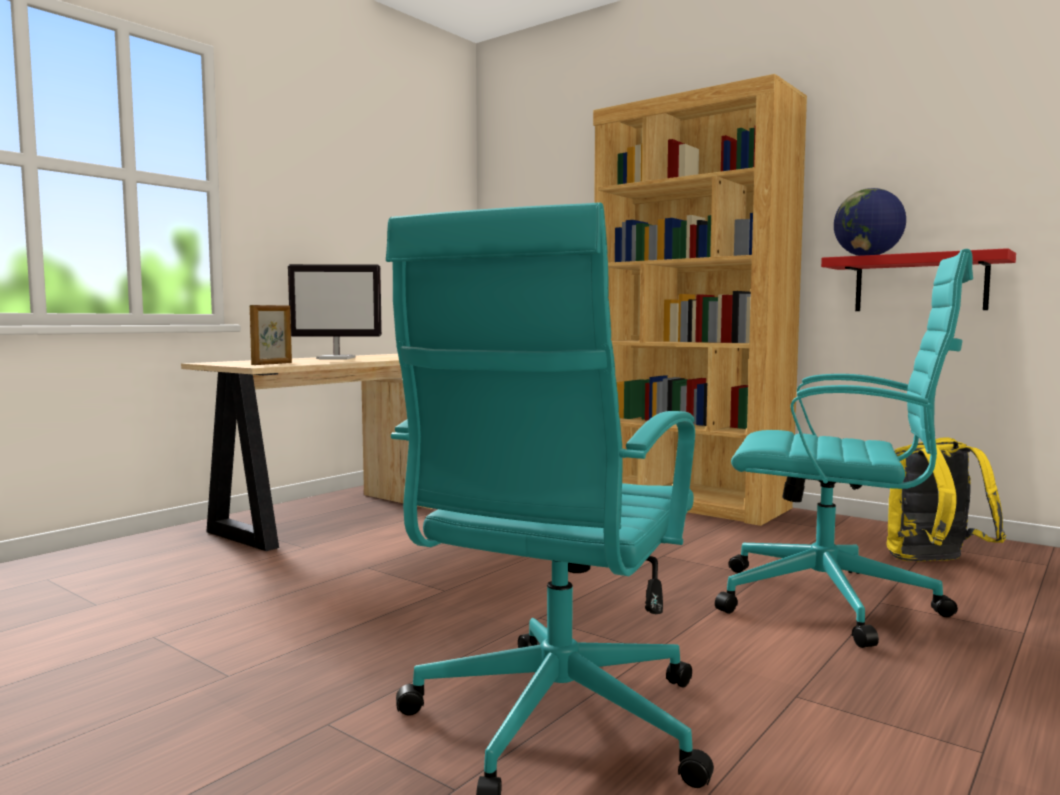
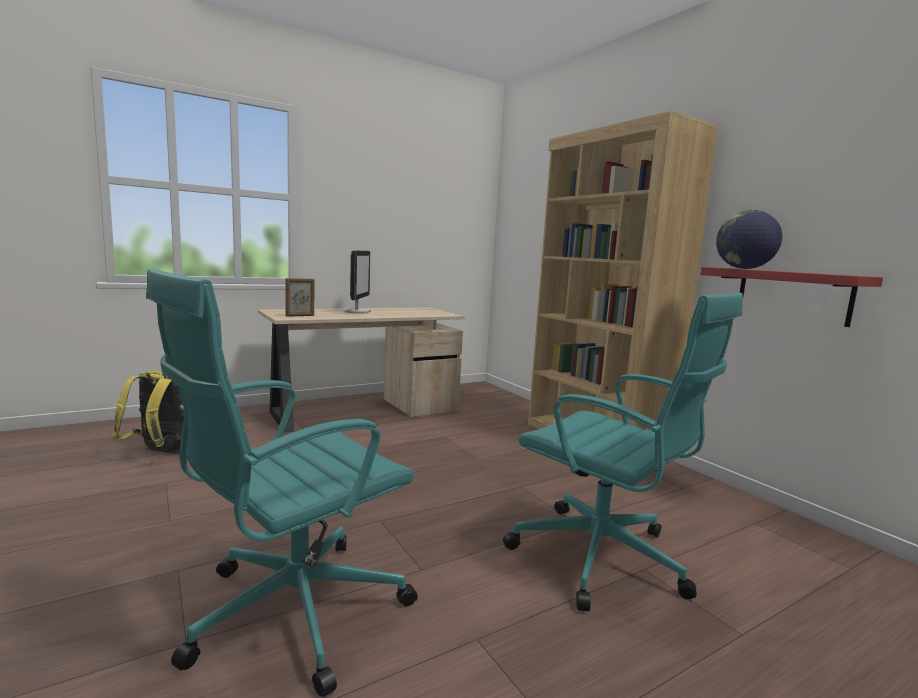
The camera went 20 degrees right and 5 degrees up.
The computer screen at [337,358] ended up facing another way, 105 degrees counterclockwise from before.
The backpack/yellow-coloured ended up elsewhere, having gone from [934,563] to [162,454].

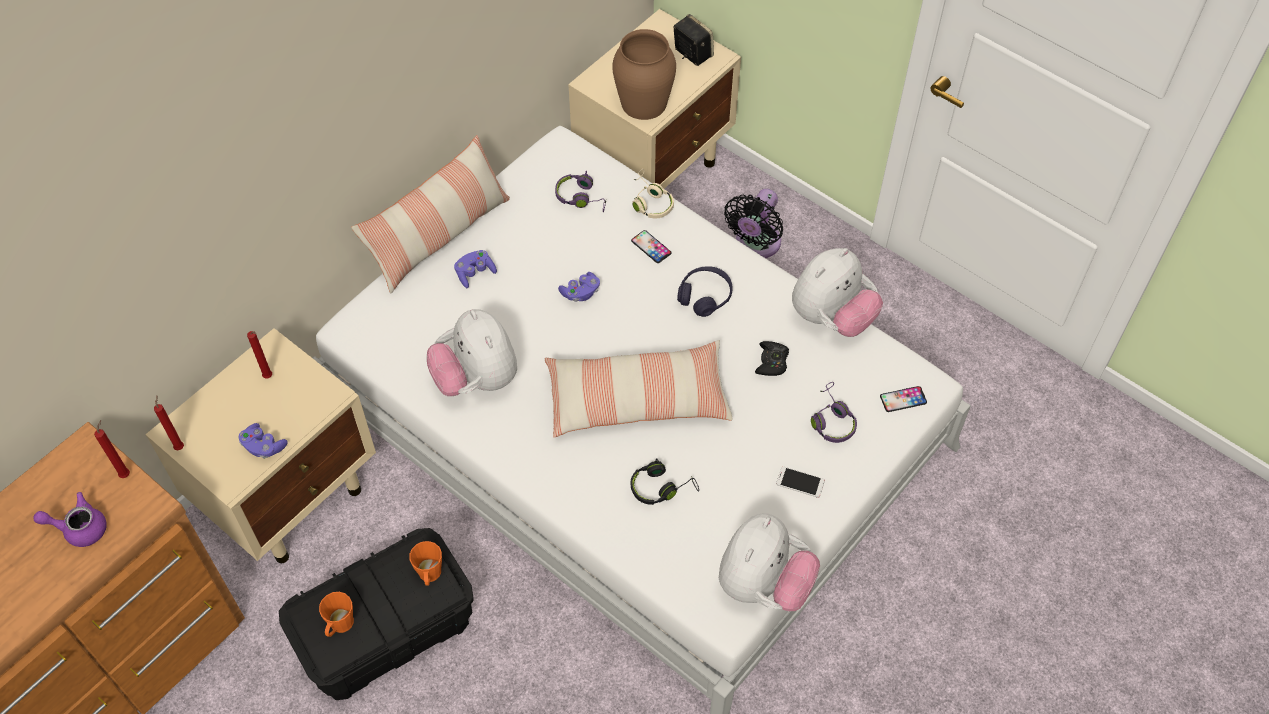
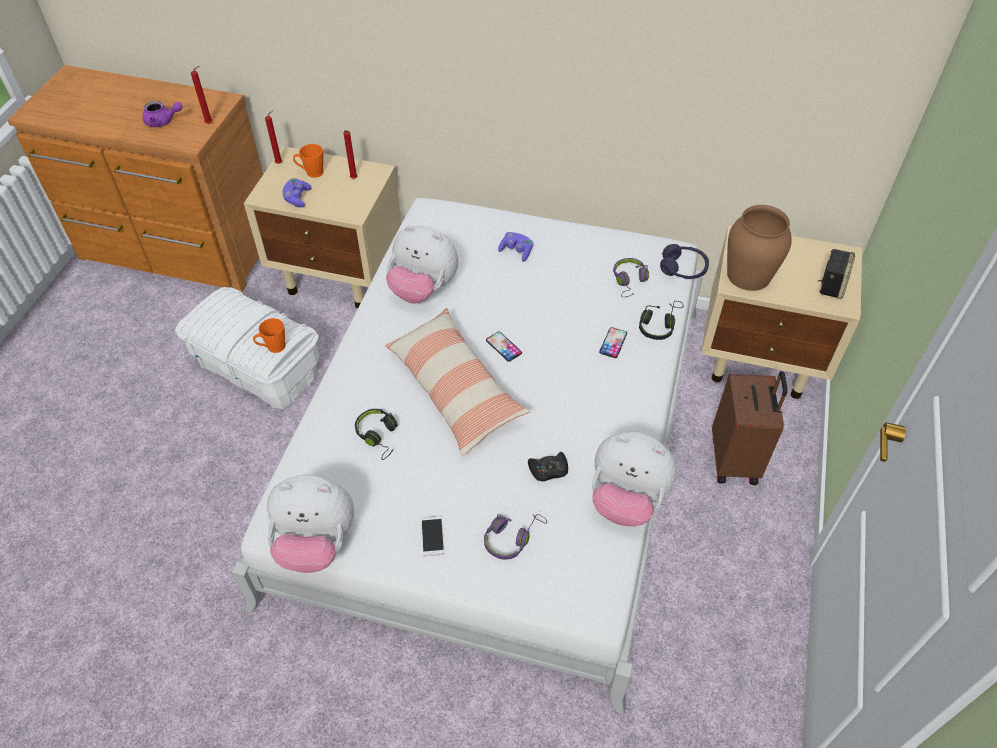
The camera went 65 degrees right and 5 degrees down.
The second view lost the throw pillow at [439,236].
What was the pair of headphones/beige-coloured at [650,201] turned into the pair of headphones/black-coloured at [659,325].
Where the cooling fan/black-coloured stood at [755,244], the suitcase/brown-coloured came to stand at [735,460].
The pair of headphones/purple ended up elsewhere, having gone from [705,296] to [683,268].
The second view lost the joypad/purple at [580,293].
The soft toy at [477,379] ended up facing another way, 105 degrees counterclockwise from before.
The telephone ended up elsewhere, having gone from [903,399] to [503,346].
The teapot/purple at [79,528] ended up facing another way, 120 degrees clockwise from before.
What was the storage box/black-coloured at [386,632] turned into the storage box/white at [258,367].
The tea mug/orange-coloured ended up elsewhere, having gone from [340,626] to [311,172].

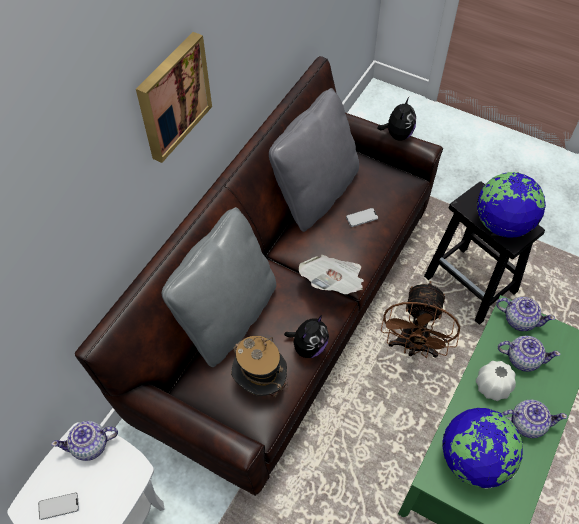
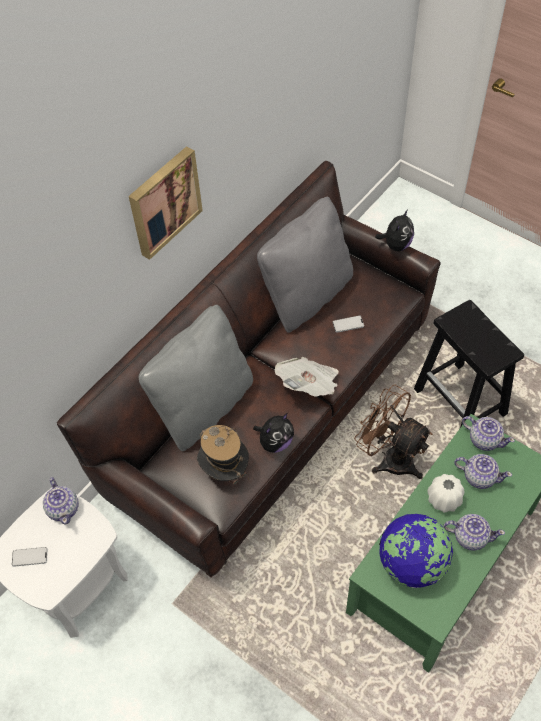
The camera went 10 degrees right and 0 degrees up.
The second view lost the world globe at [502,224].
The cooling fan/brown-coloured at [413,347] ended up facing another way, 105 degrees clockwise from before.
The teapot at [91,446] ended up facing another way, 105 degrees counterclockwise from before.

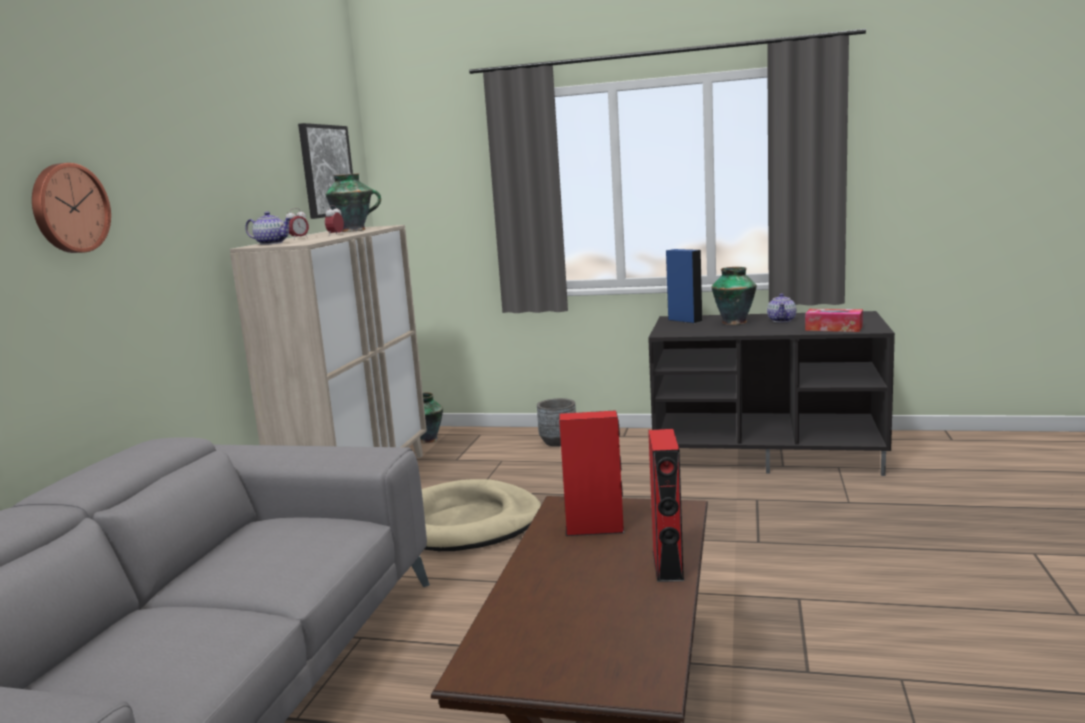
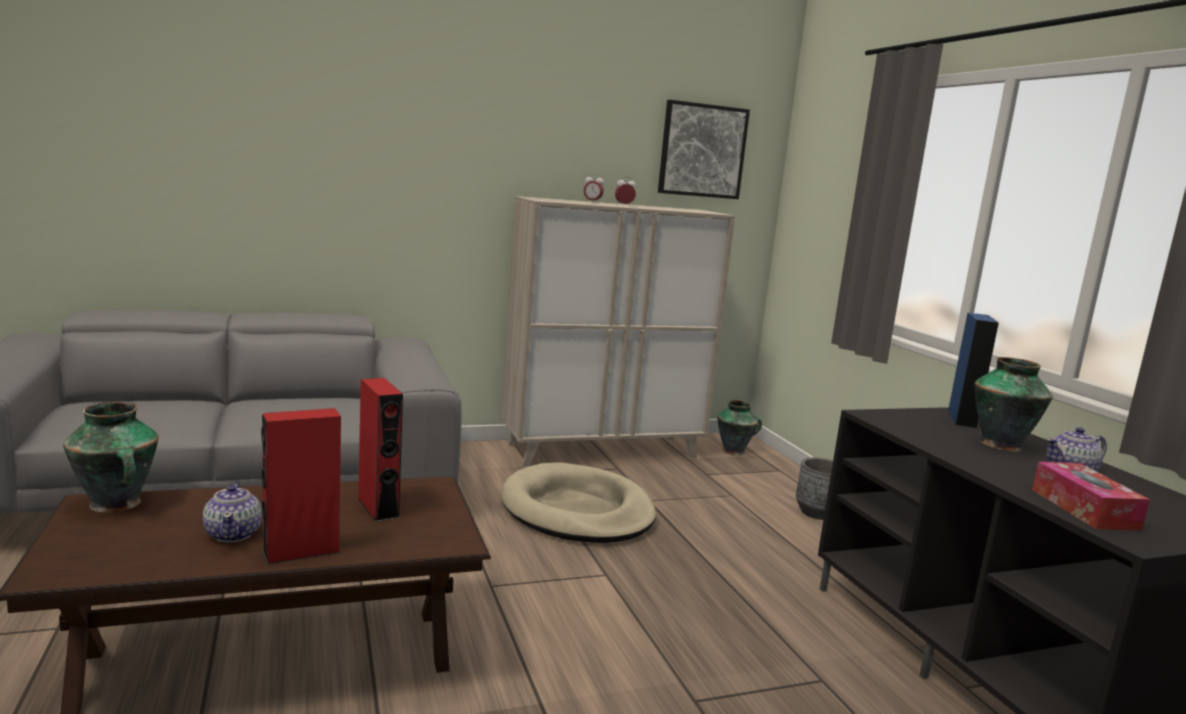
The camera went 55 degrees right and 0 degrees up.
The second view lost the hanging clock at [68,208].
The decorative vase ended up elsewhere, having gone from [354,230] to [116,505].
The teapot ended up elsewhere, having gone from [271,243] to [233,534].

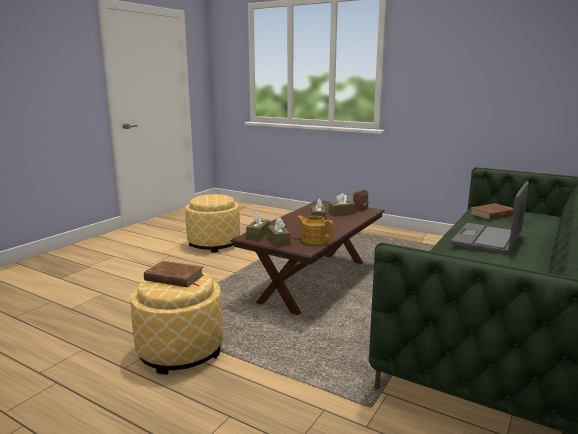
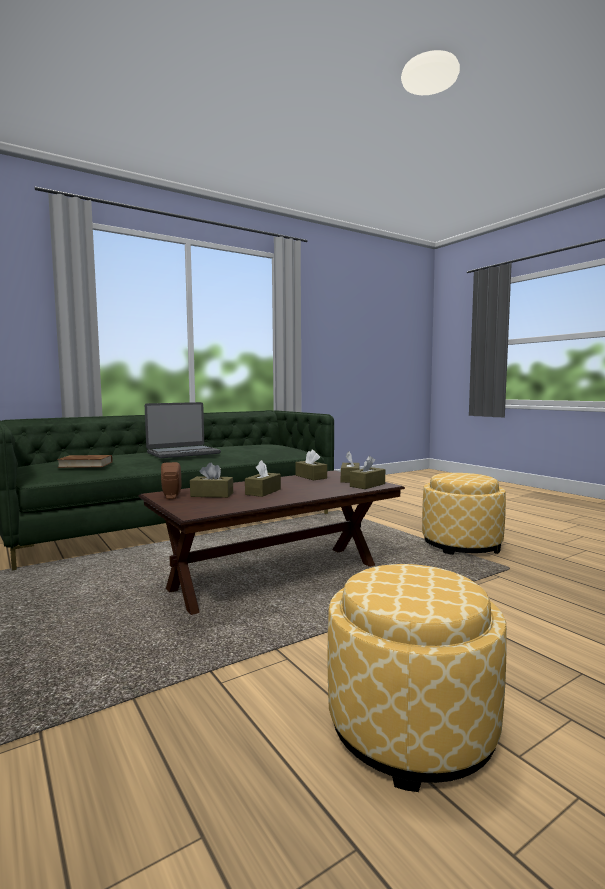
The camera went 155 degrees left and 10 degrees down.
Where the teapot stood at [314,240], the tissue box/brown-coloured came to stand at [311,477].
The second view lost the volume/brown-coloured at [174,278].

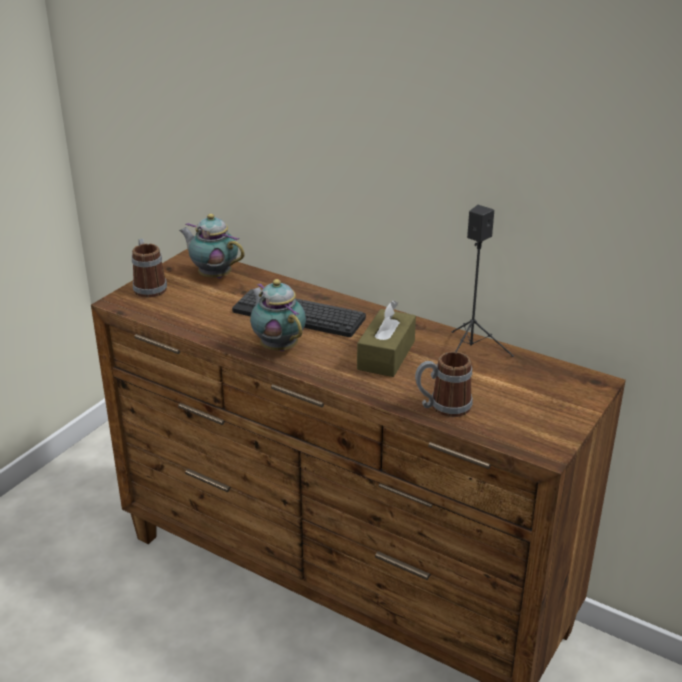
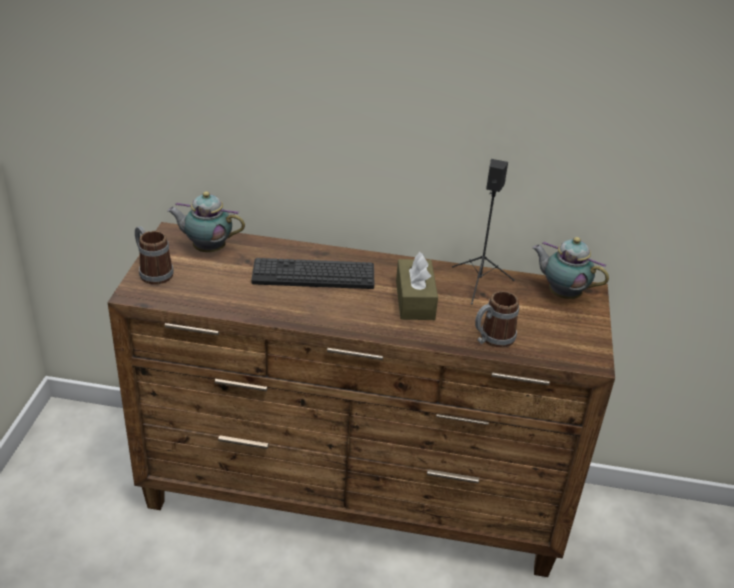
The camera went 25 degrees left and 5 degrees up.
The teapot ended up elsewhere, having gone from [278,346] to [562,294].

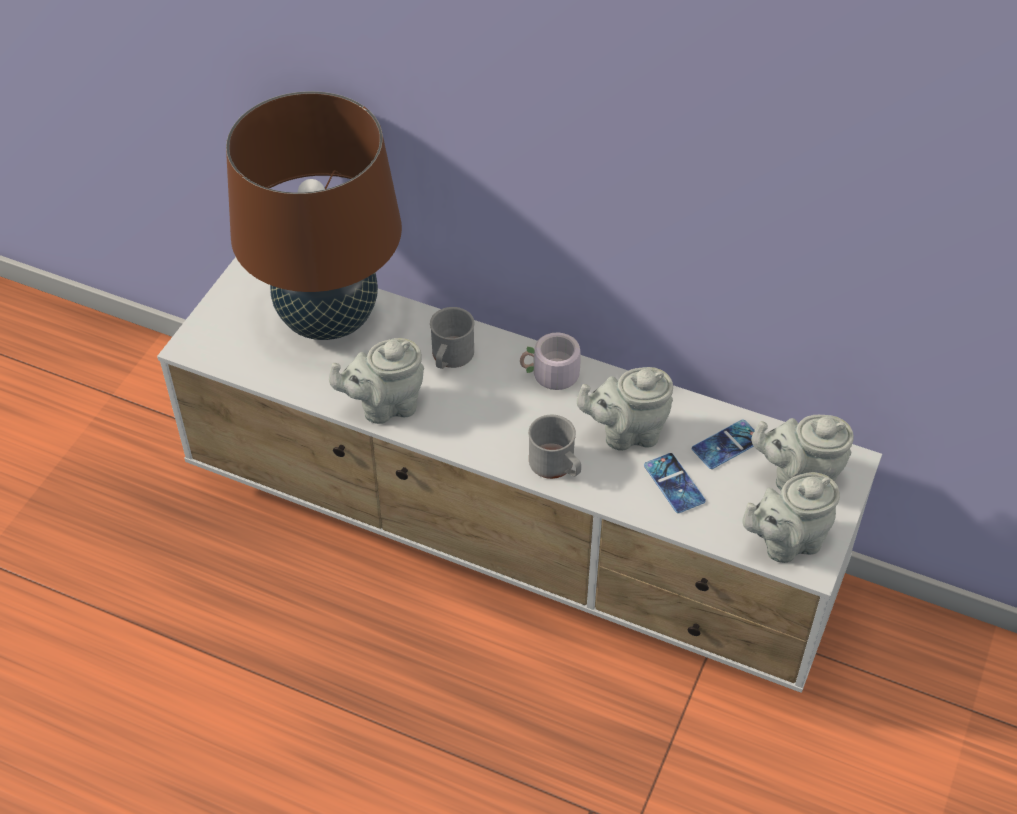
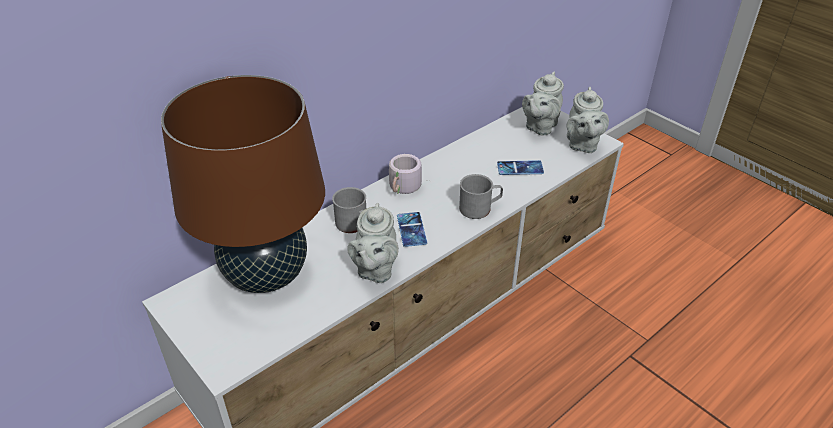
The camera went 65 degrees left and 10 degrees down.
The second view lost the teapot/gray at [626,433].
The telephone ended up elsewhere, having gone from [727,445] to [411,229].

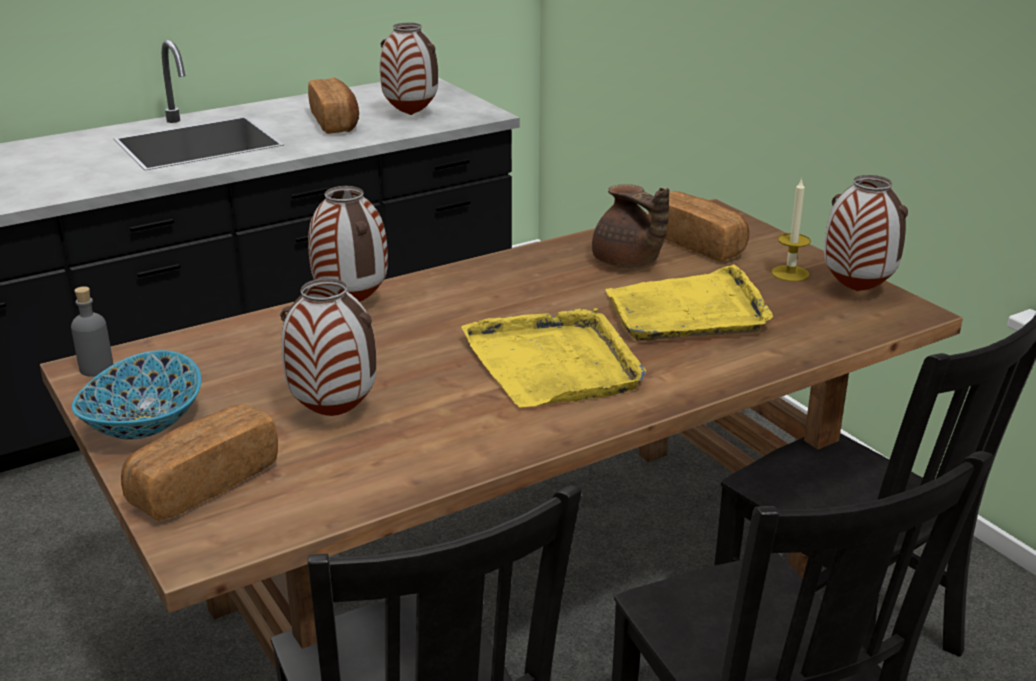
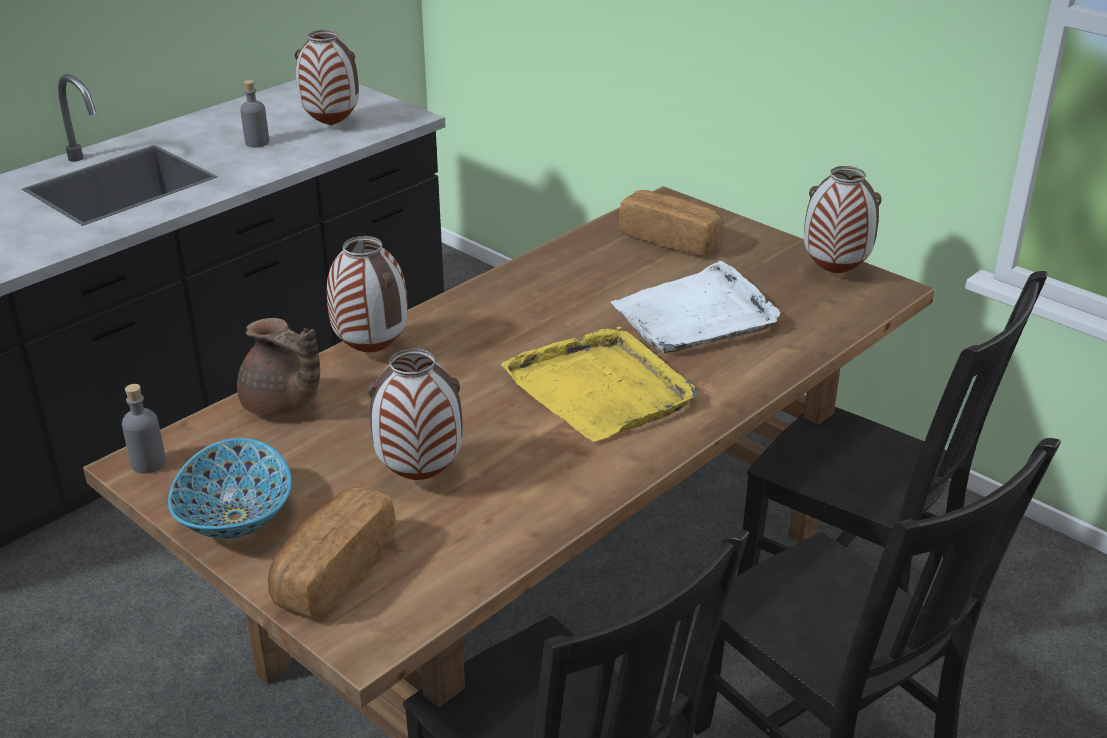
The camera went 15 degrees left and 5 degrees up.
Where the bakery bread stood at [335,122], the drink bottle/gray came to stand at [257,142].
The second view lost the candle at [790,273].
The teapot/brown-coloured ended up elsewhere, having gone from [627,263] to [282,405].
What was the tray/yellow-coloured at [687,311] turned into the tray/white at [695,315].

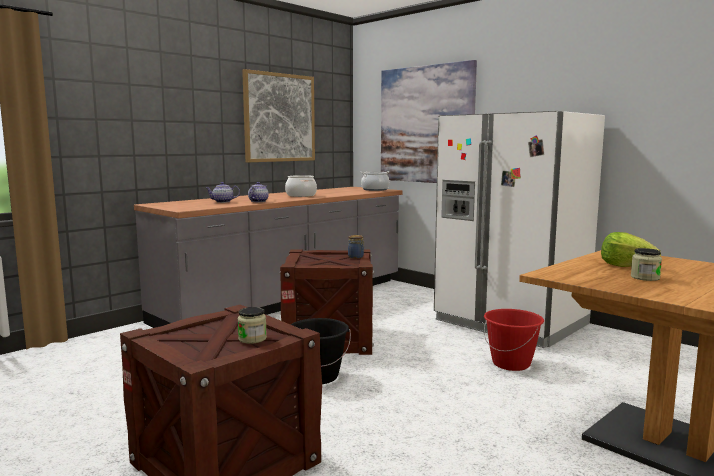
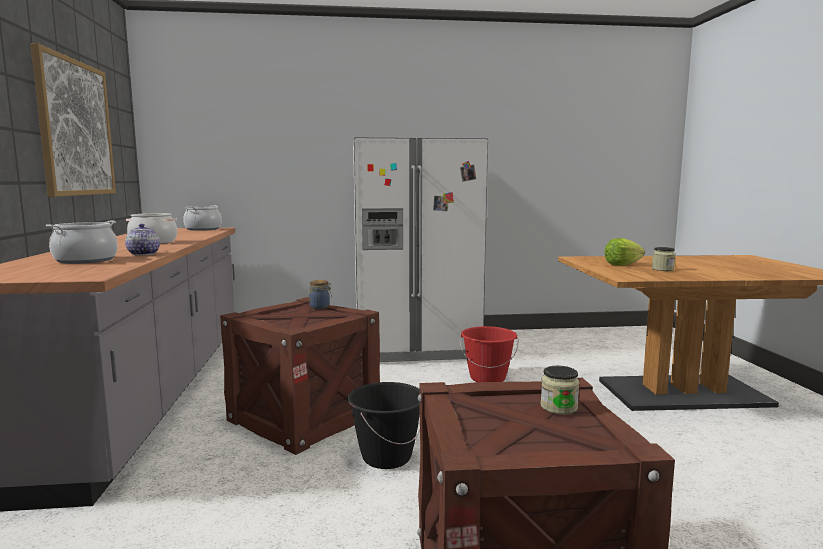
The camera went 50 degrees left and 0 degrees up.
The second view lost the wall art at [426,125].
Where the teapot stood at [222,202], the cooking pot came to stand at [86,260].

